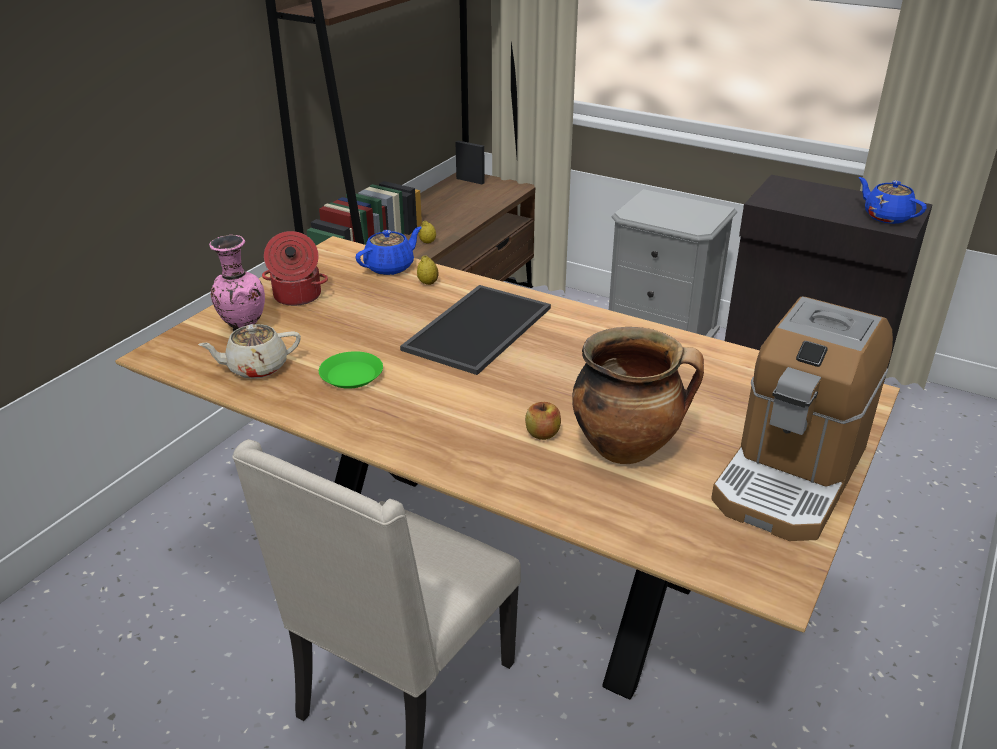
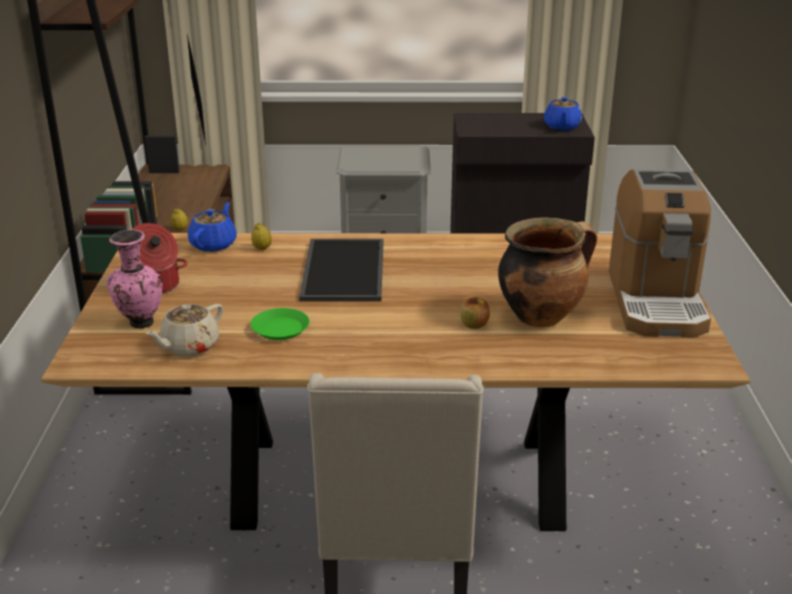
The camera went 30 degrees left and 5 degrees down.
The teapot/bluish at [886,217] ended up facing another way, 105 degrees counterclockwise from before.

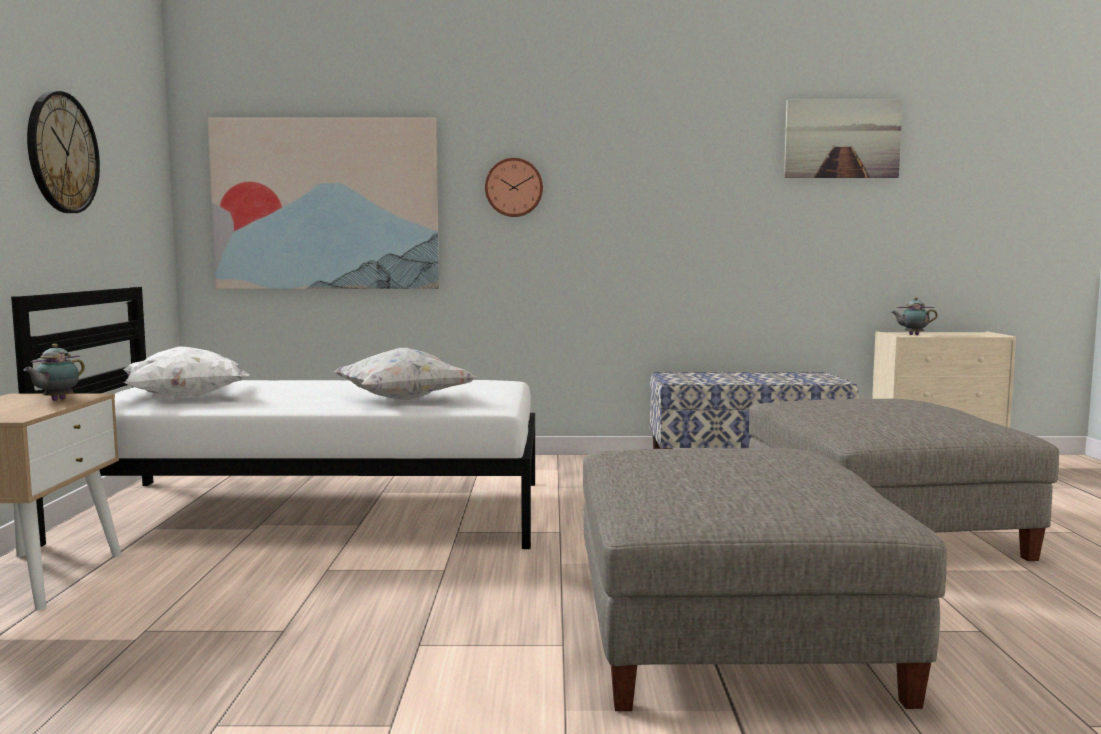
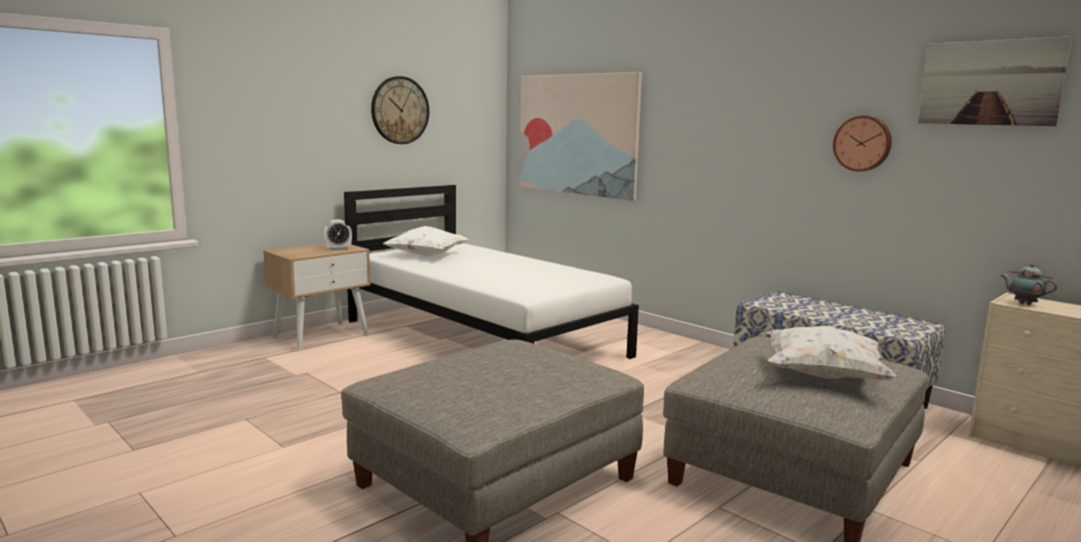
The camera went 45 degrees right and 5 degrees up.
The hanging clock ended up elsewhere, having gone from [514,187] to [862,143].
Where the teapot stood at [56,400], the table clock came to stand at [338,249].
The throw pillow/white ended up elsewhere, having gone from [403,400] to [822,376].

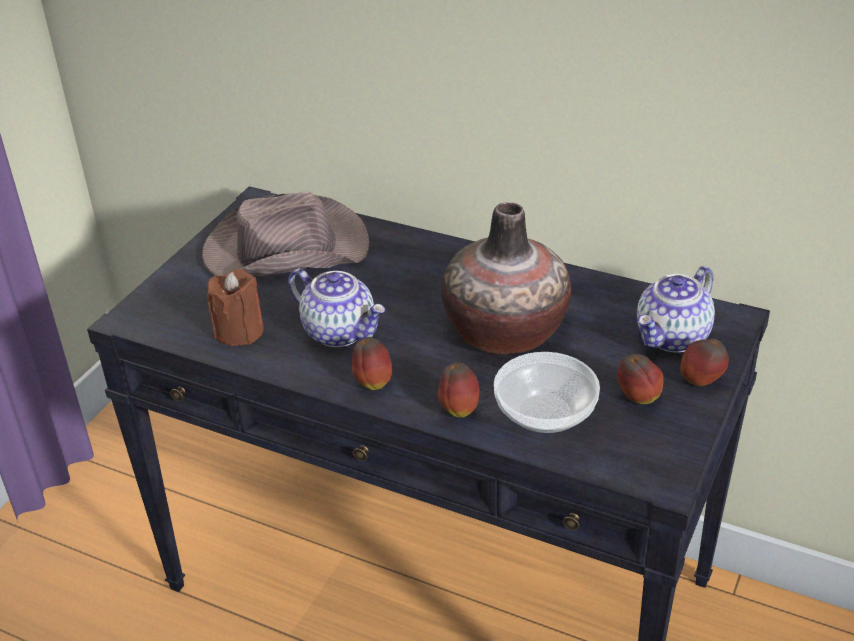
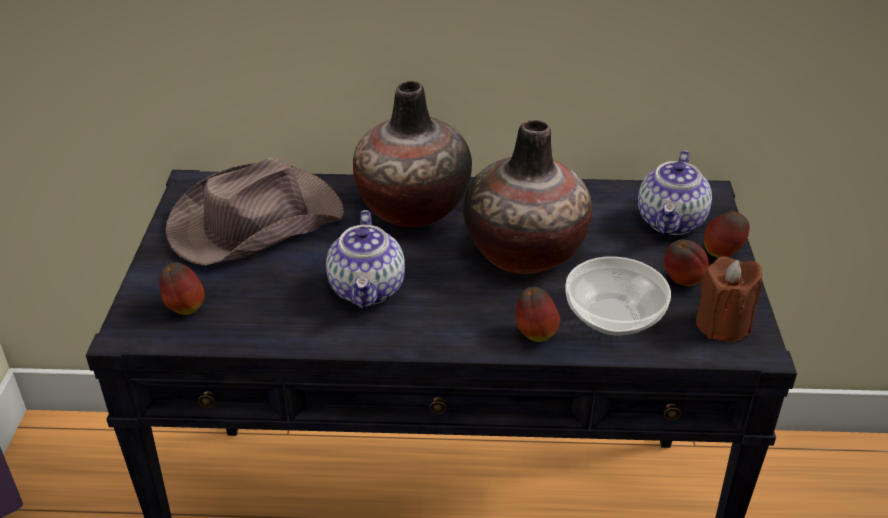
The camera went 25 degrees left and 0 degrees up.
The teapot at [340,332] ended up facing another way, 75 degrees clockwise from before.
The candle/brown-coloured ended up elsewhere, having gone from [239,331] to [722,324].
The apple fruit ended up elsewhere, having gone from [372,383] to [184,308].
The second view gained the decorative vase at [412,207].

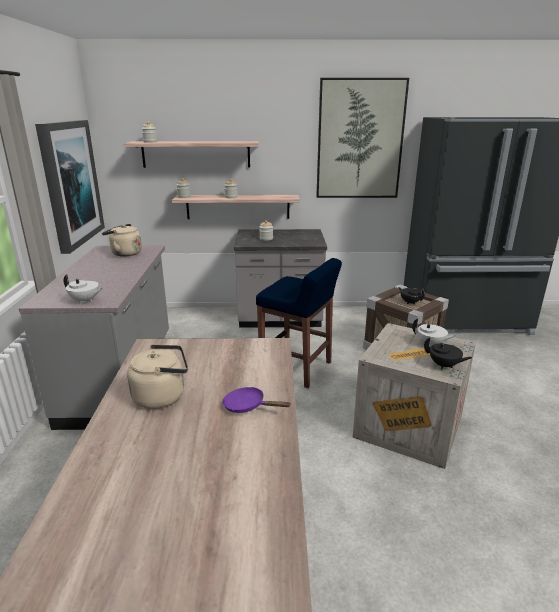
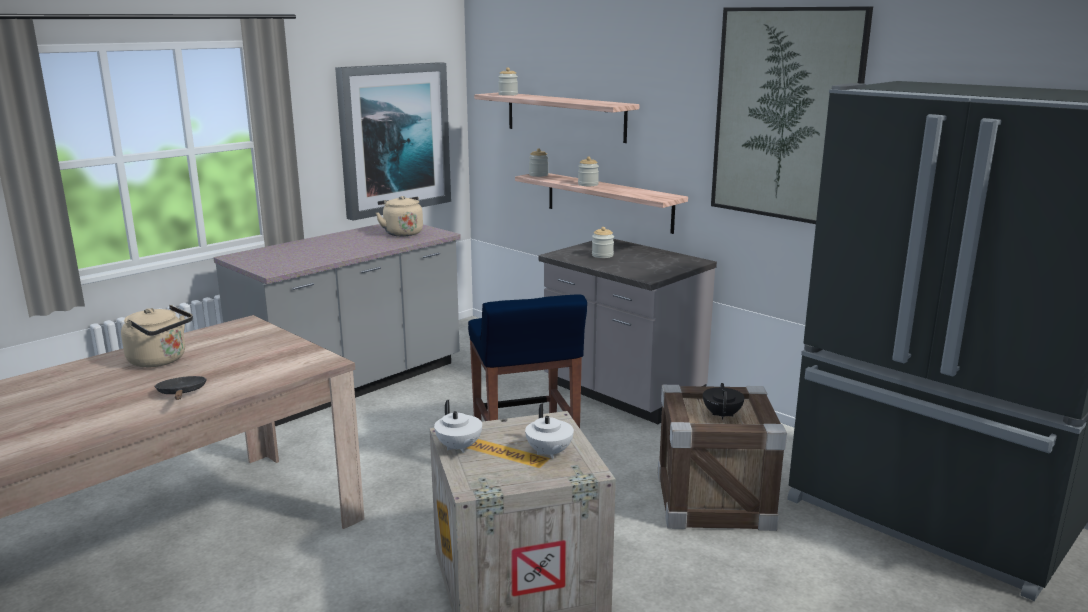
The camera went 45 degrees right and 5 degrees down.
The teapot/white ended up elsewhere, having gone from [85,301] to [458,448].
The second view lost the teapot/black-coloured at [444,365].
What was the frying pan/purple at [248,406] turned into the frying pan/black-coloured at [182,393].

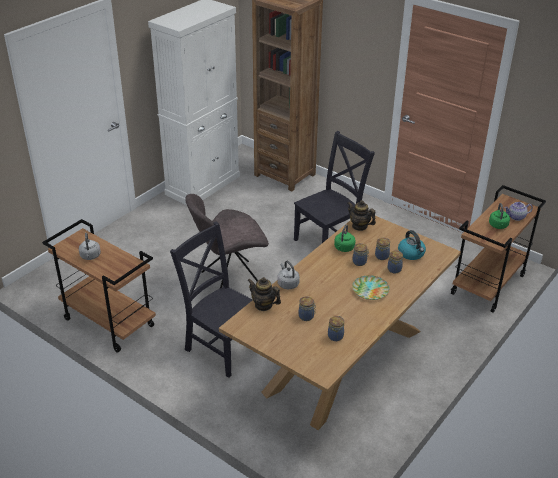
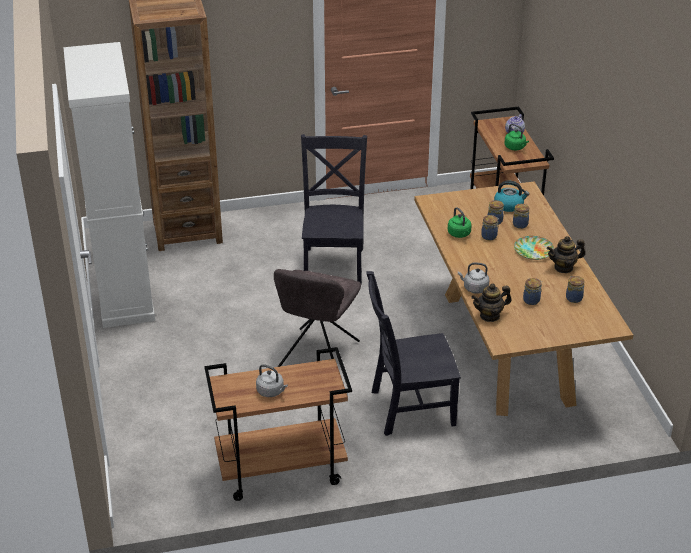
The camera went 50 degrees left and 0 degrees up.
The teapot ended up elsewhere, having gone from [359,226] to [563,267].

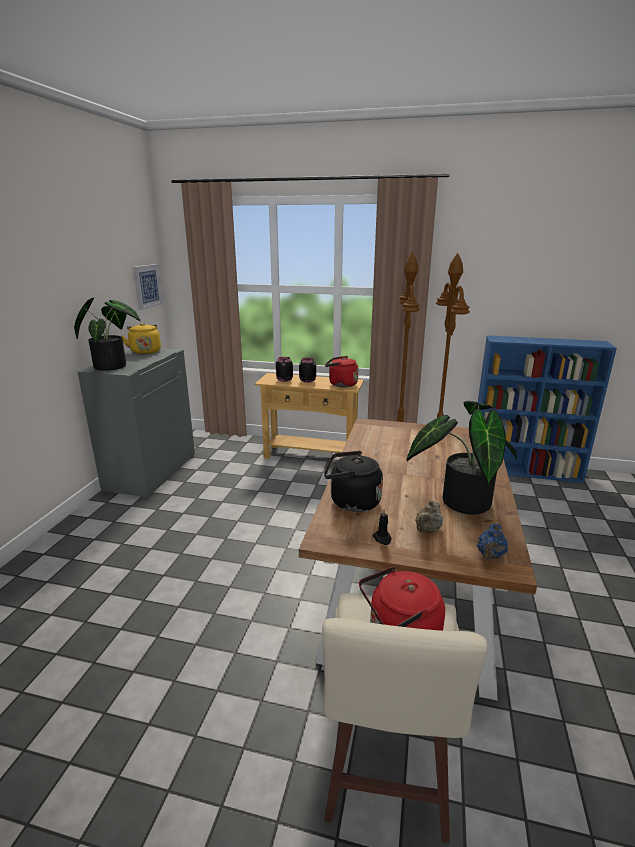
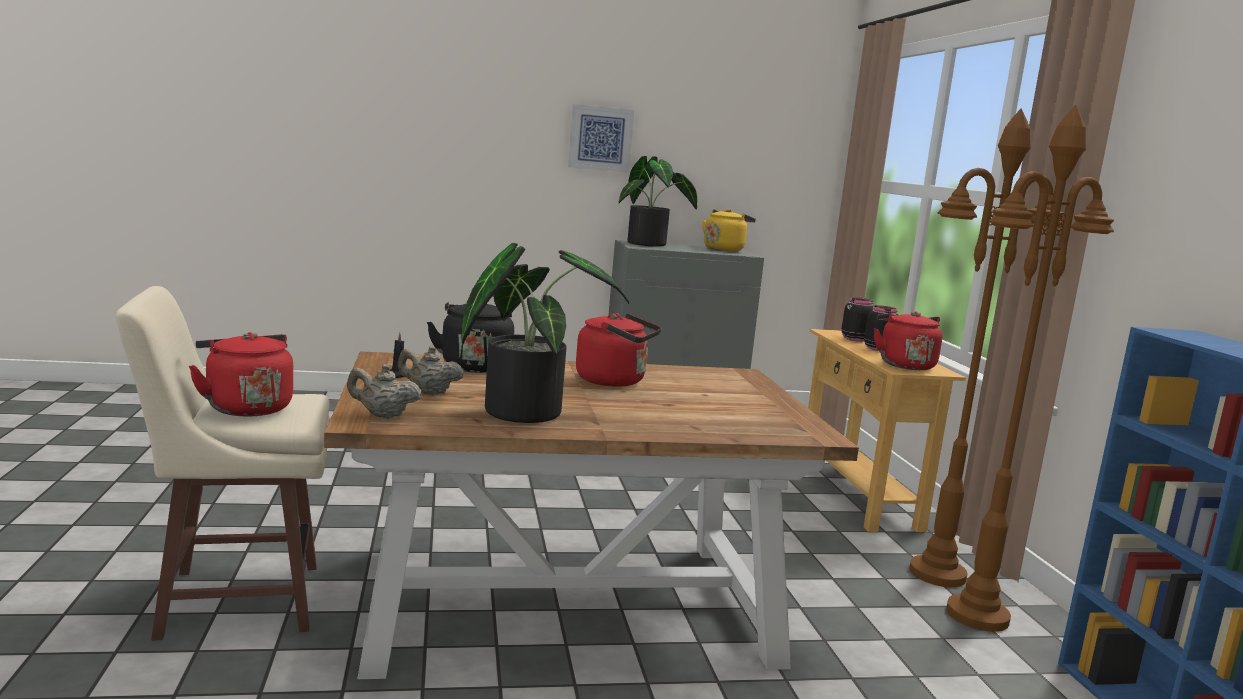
The camera went 65 degrees right and 10 degrees down.
The wall art ended up elsewhere, having gone from [147,286] to [600,138].
What was the teapot/bluish at [490,556] turned into the teapot/beige-coloured at [383,415].
The second view gained the kettle/reddish at [615,381].

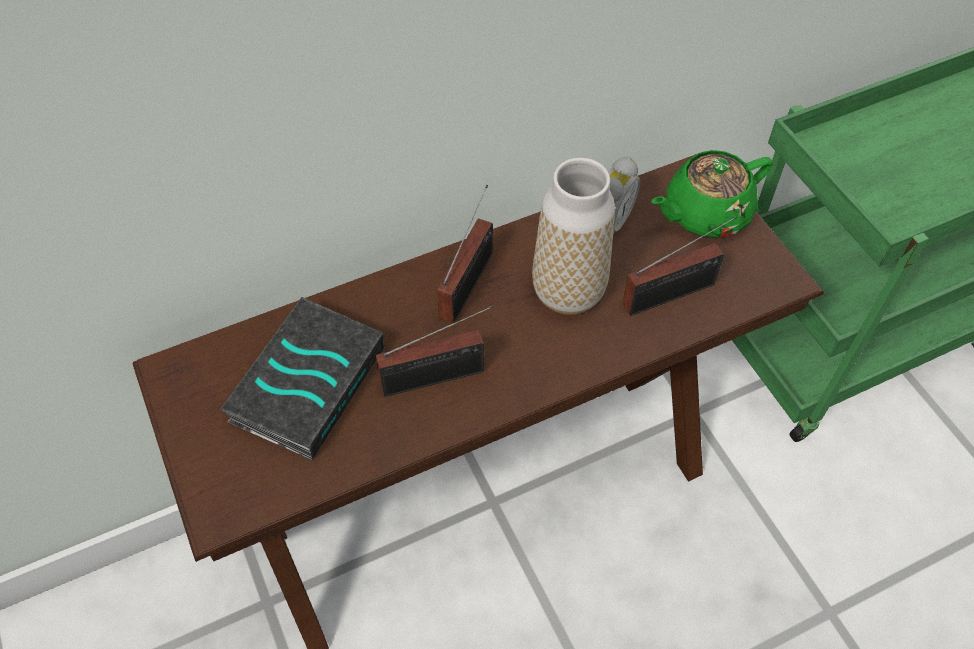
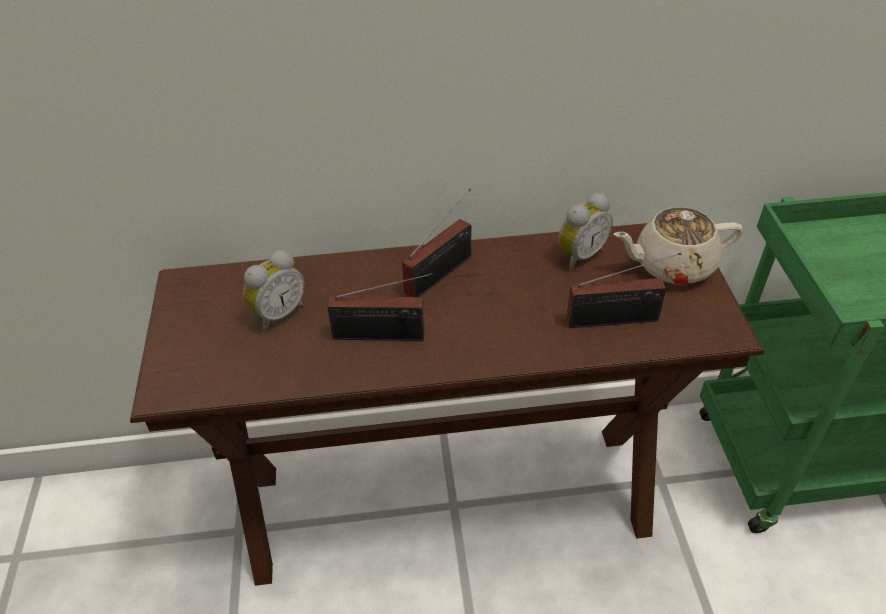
The camera went 20 degrees right and 10 degrees down.
What was the teapot/green at [705,213] turned into the teapot/beige-coloured at [672,265].
The second view lost the decorative vase at [568,292].
Where the volume stood at [306,381], the table clock came to stand at [278,313].

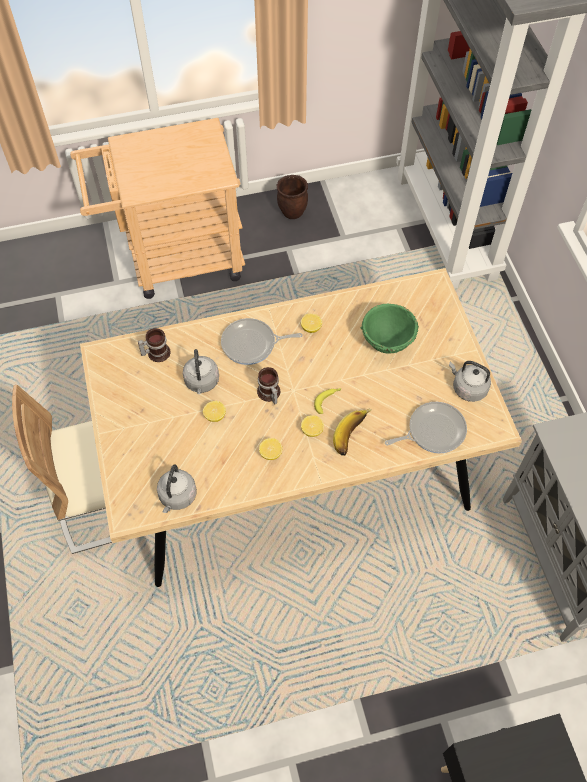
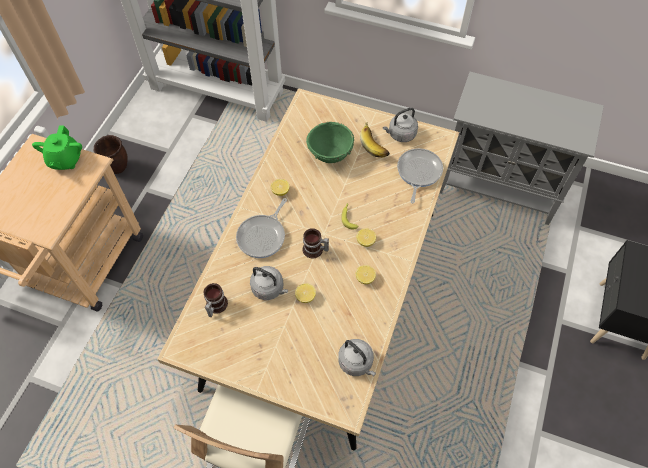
The camera went 55 degrees left and 0 degrees up.
The banana ended up elsewhere, having gone from [353,436] to [375,144].
The second view gained the teapot/green at [65,160].

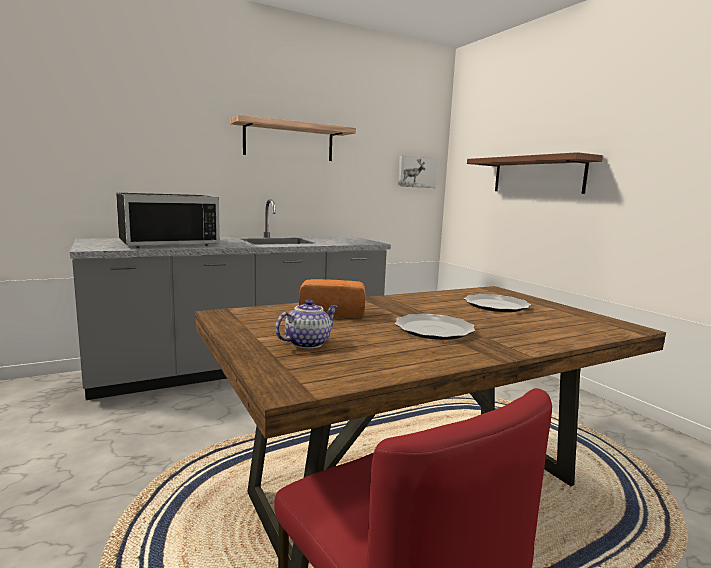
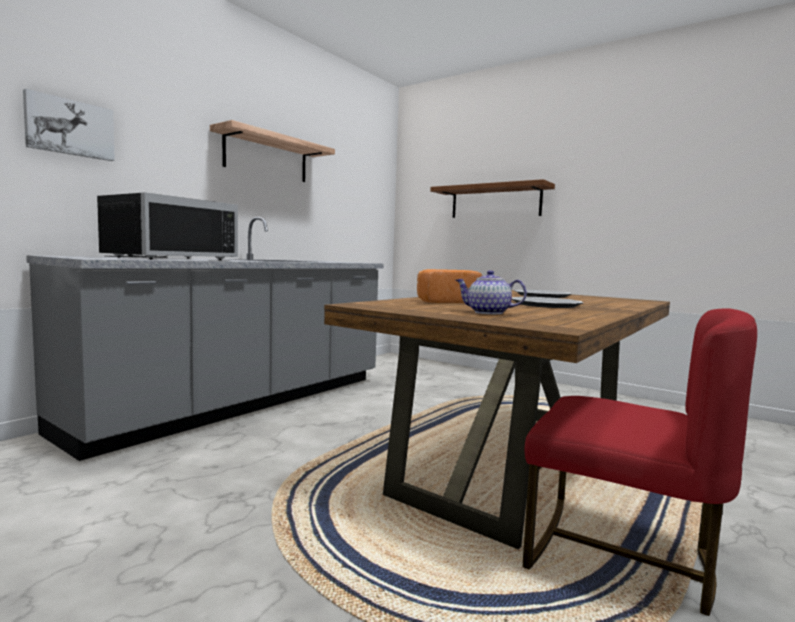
The camera went 25 degrees left and 5 degrees down.
The wall art ended up elsewhere, having gone from [416,172] to [70,128].
The teapot at [307,343] ended up facing another way, 90 degrees counterclockwise from before.

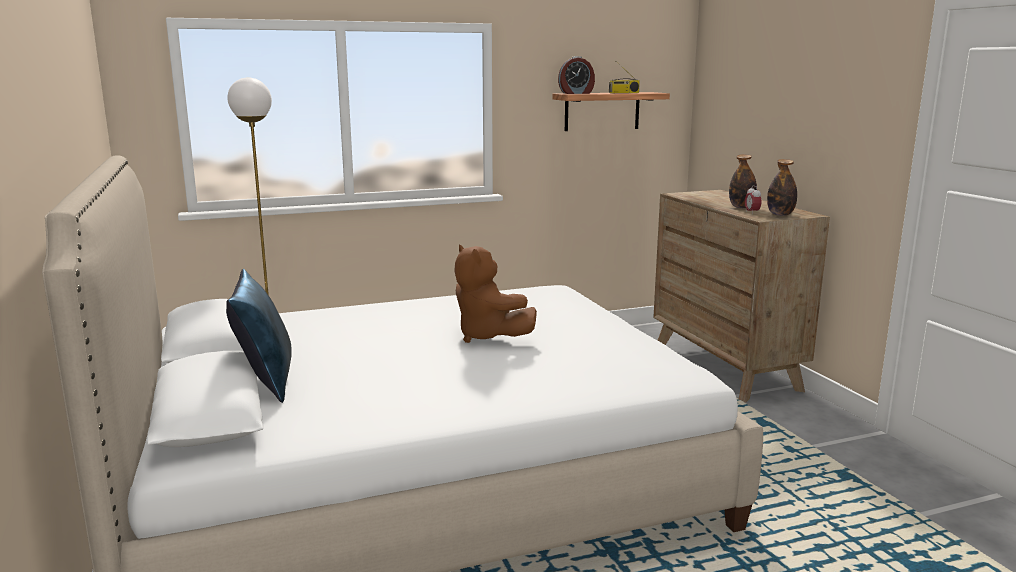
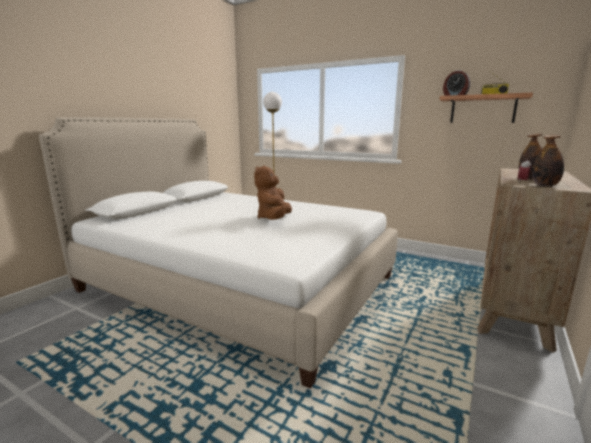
The camera went 50 degrees right and 0 degrees up.
The second view lost the throw pillow/bluish at [266,381].

